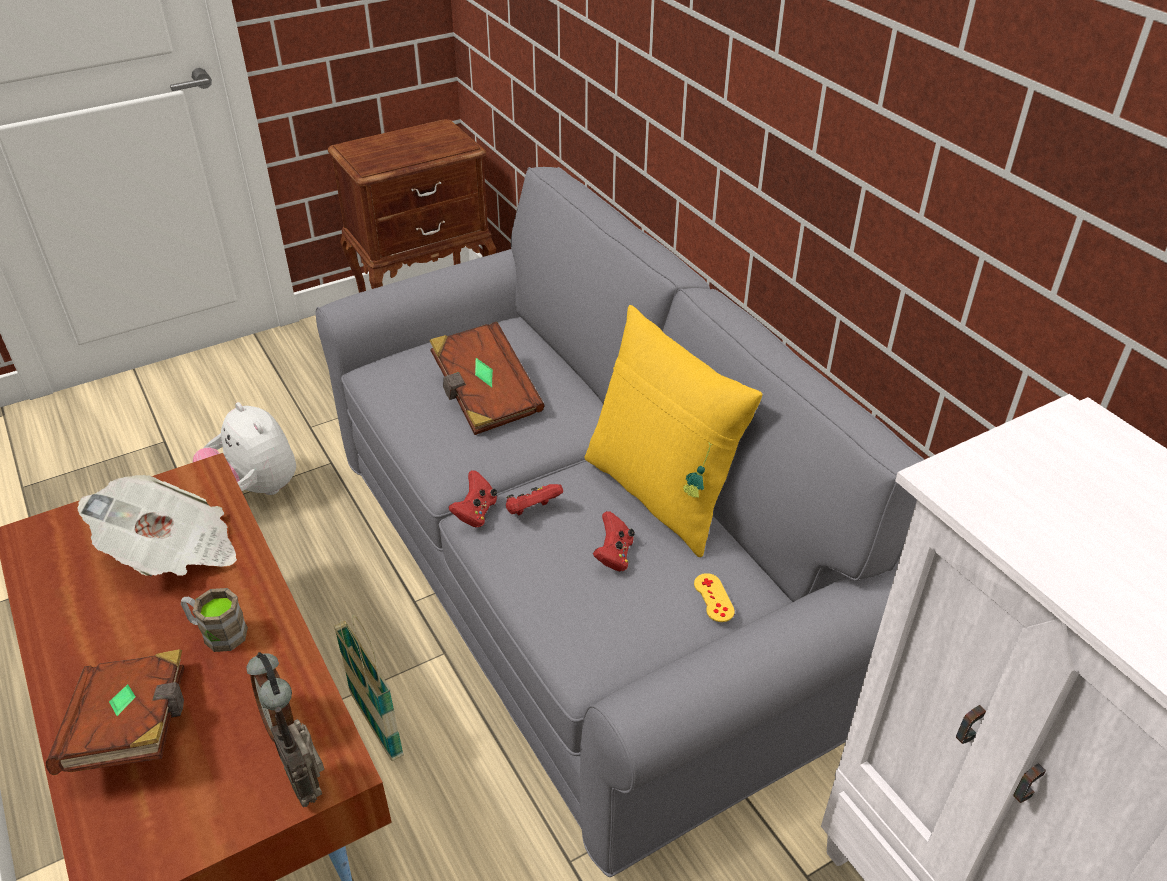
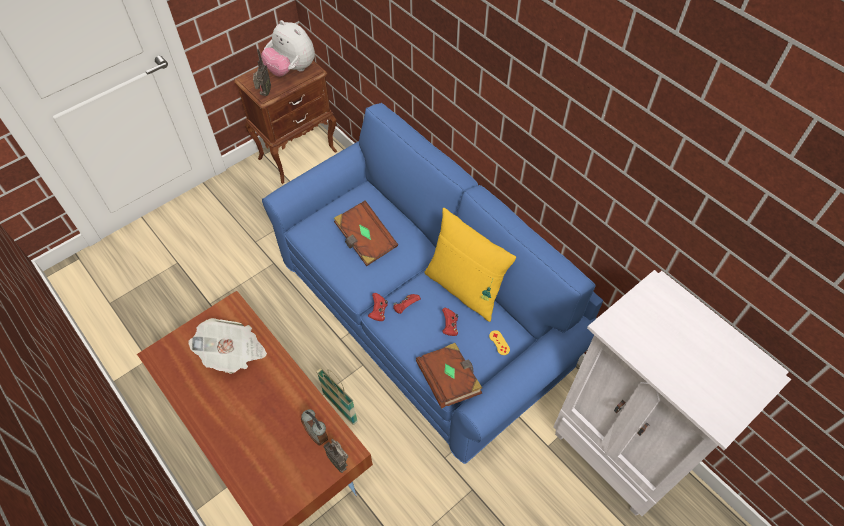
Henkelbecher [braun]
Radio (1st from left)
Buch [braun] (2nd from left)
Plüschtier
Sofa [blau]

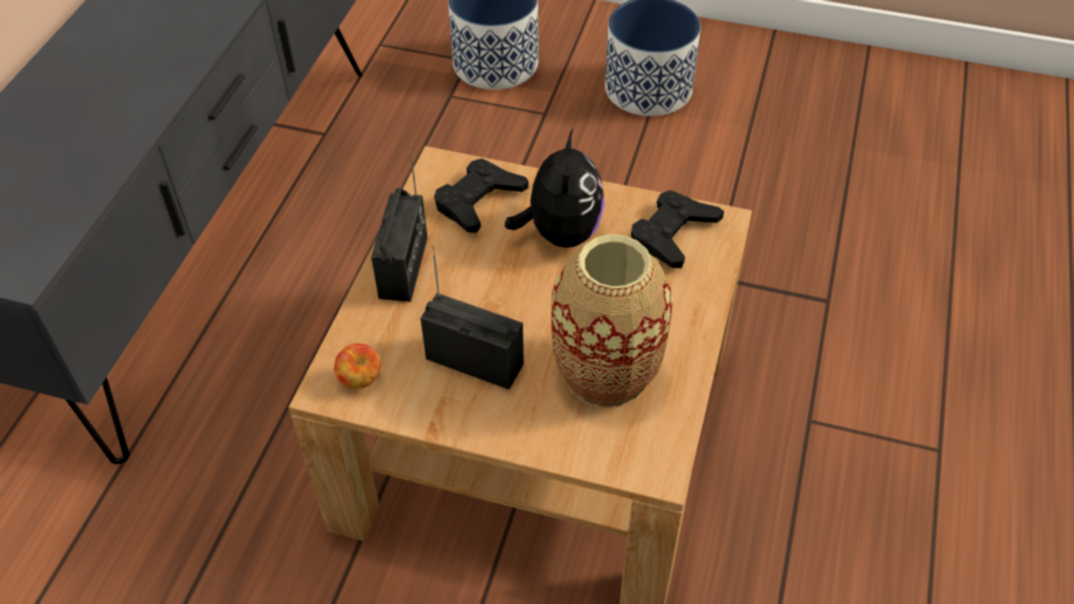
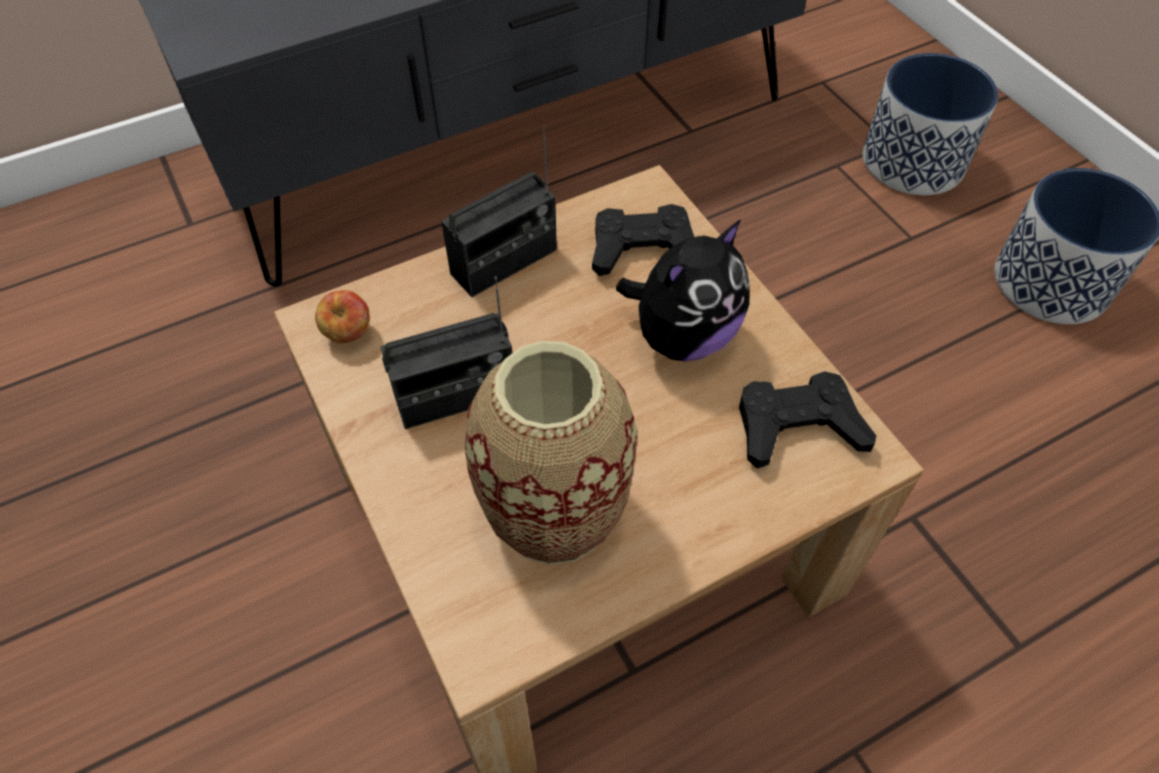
Radio (1st from left)

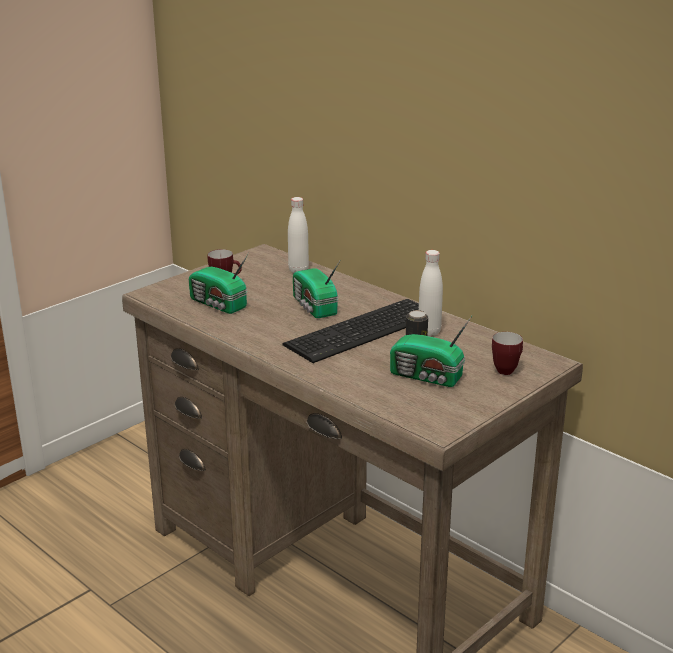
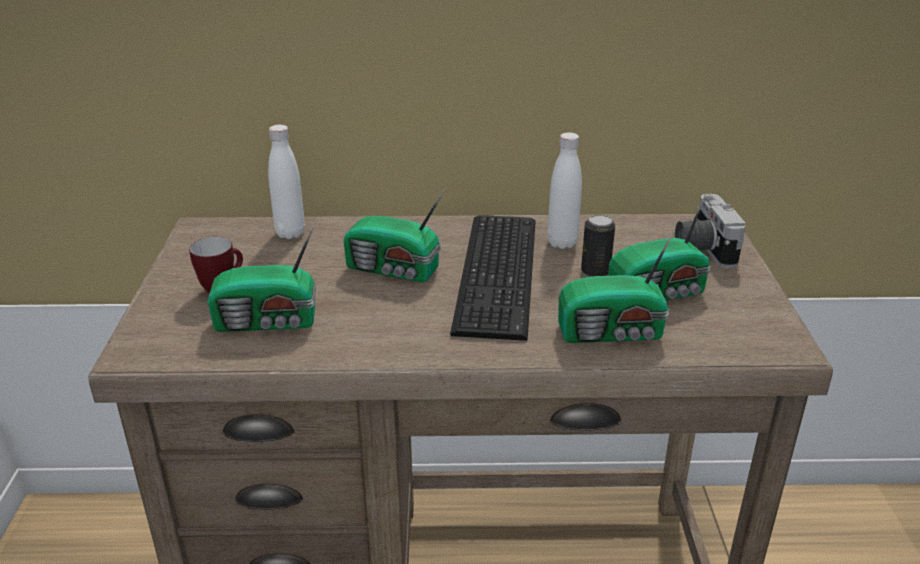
Radio (3rd from left)
Kamera

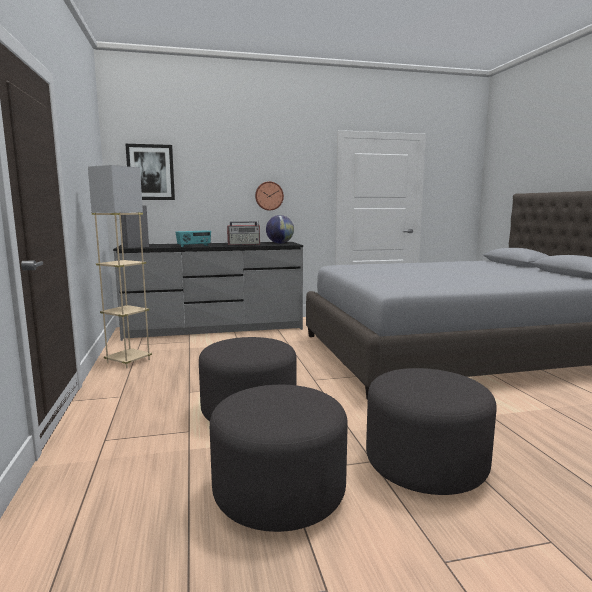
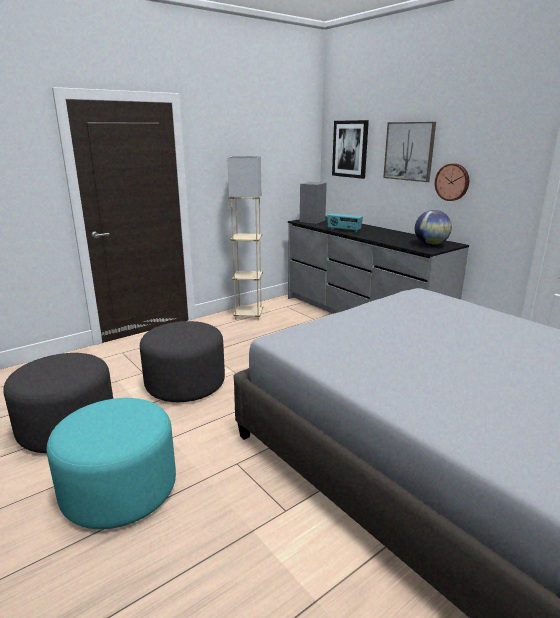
Radio (2nd from left in the first image)
Bild (2nd from left)
Polsterhocker [türkis]

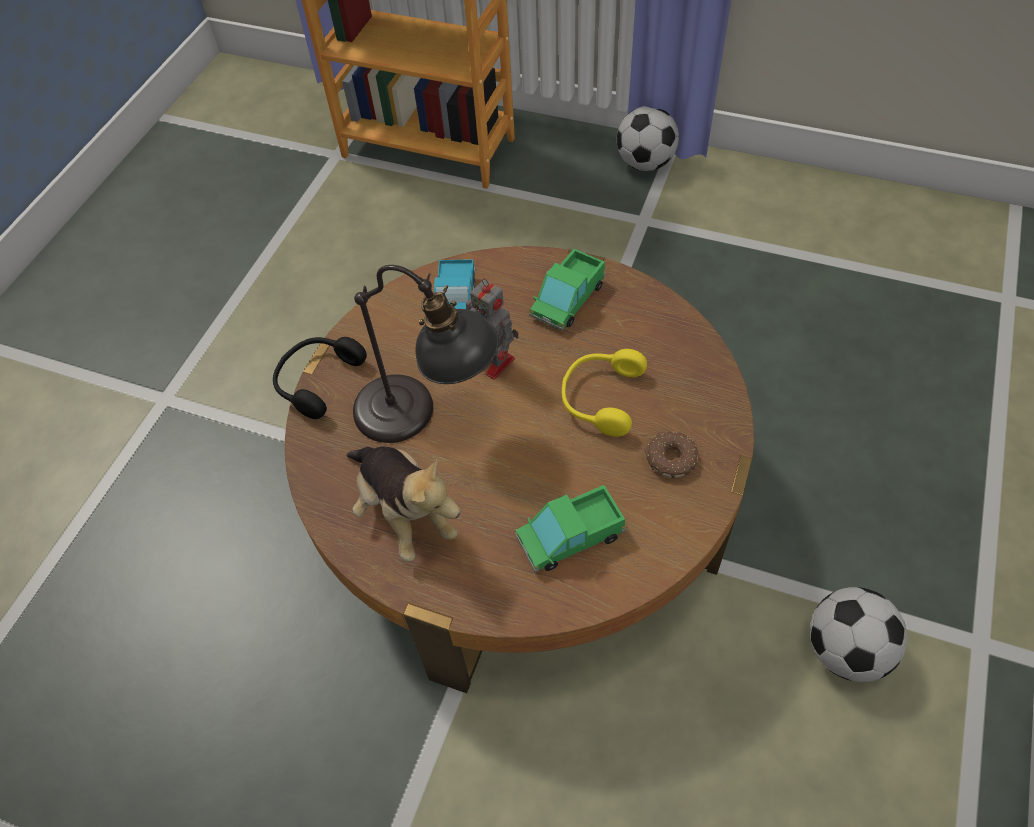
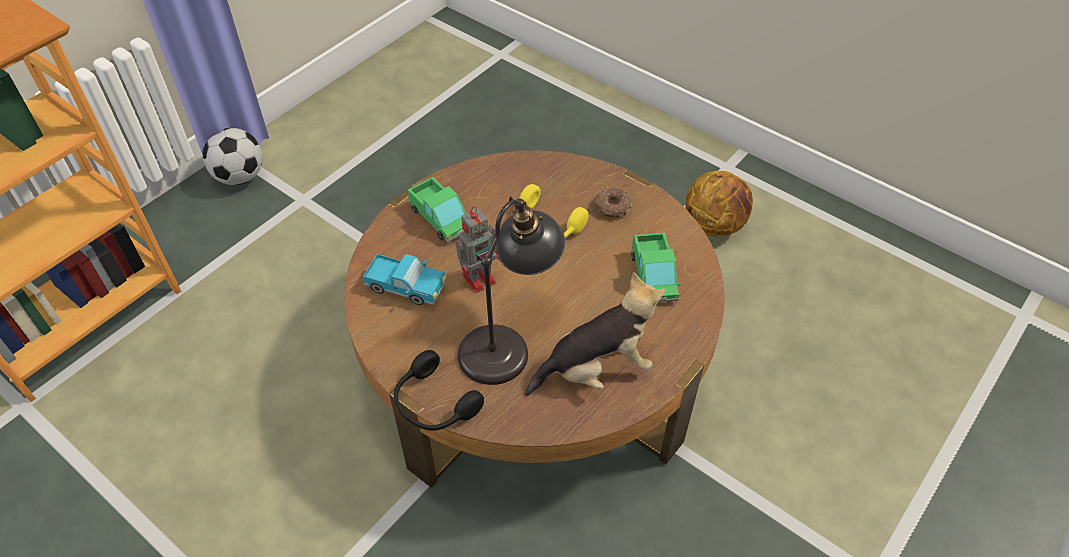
Basketball

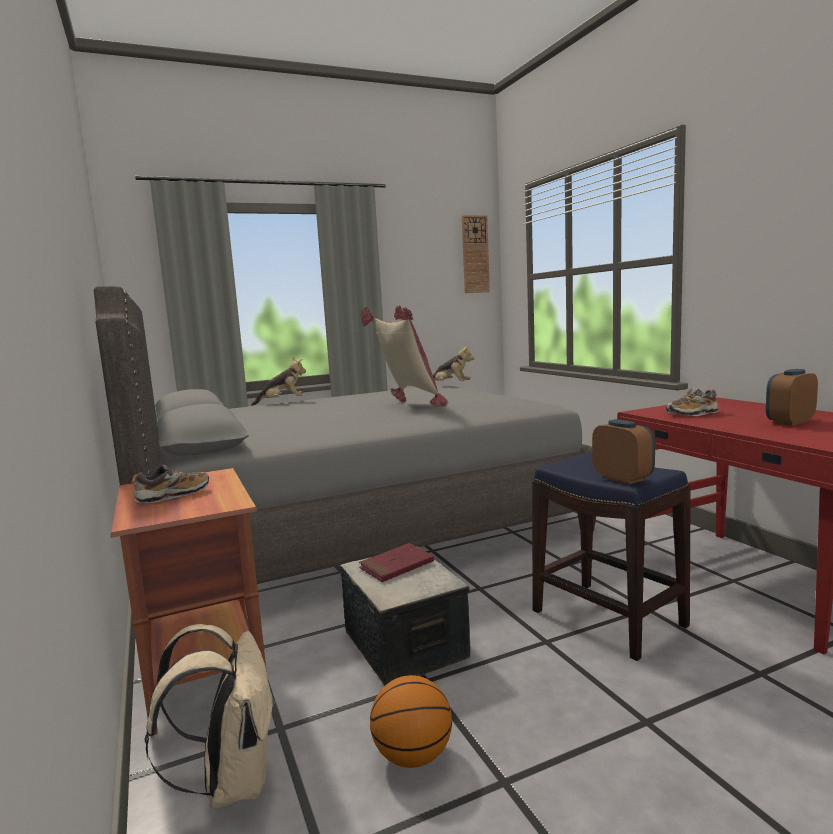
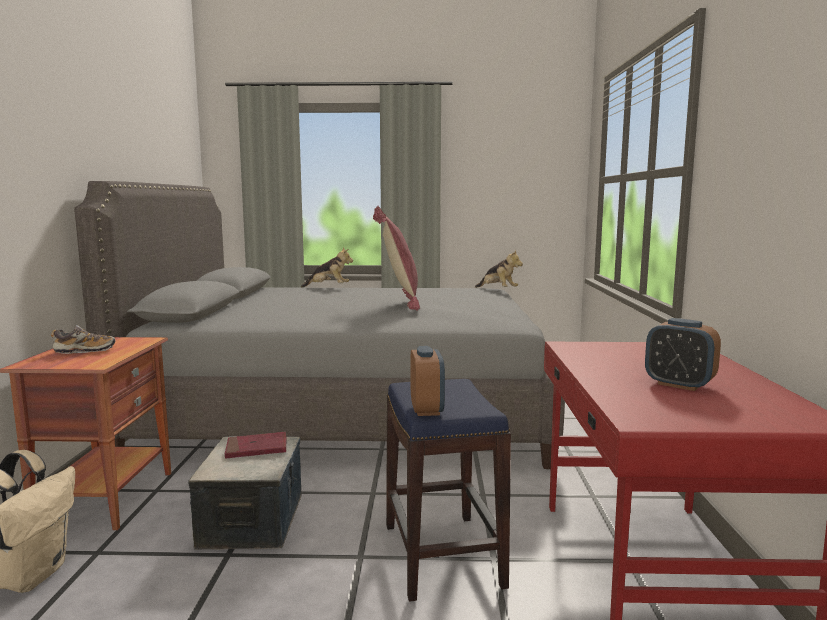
Basketball
Wanduhr
Schuh (2nd from left in the first image)
Wecker (2nd from left)

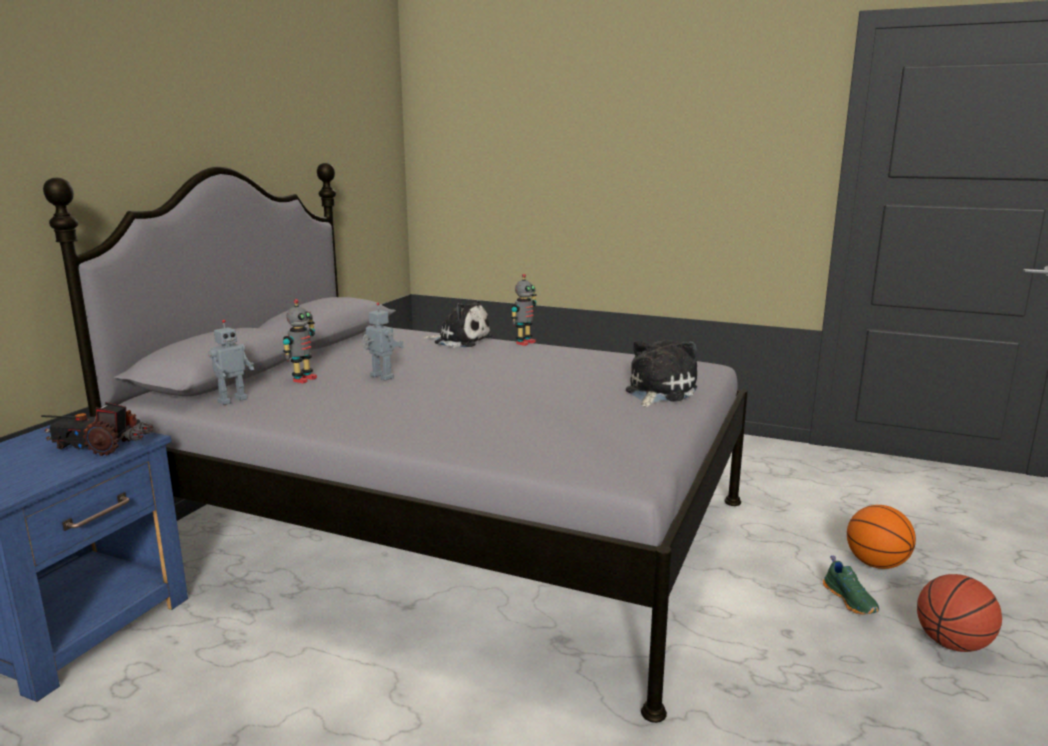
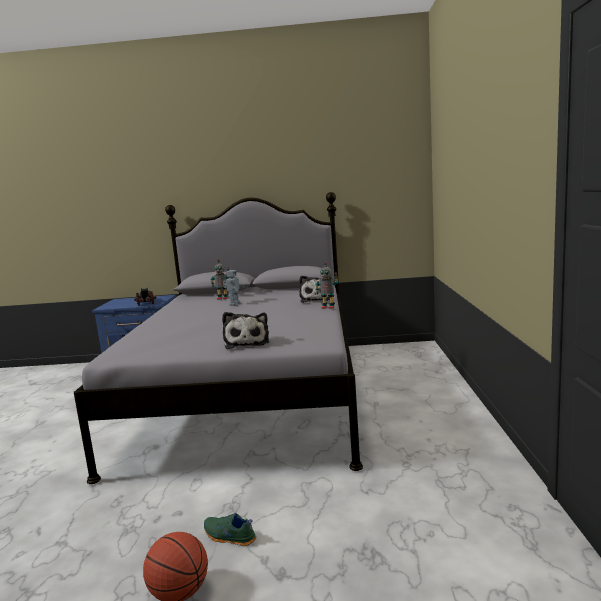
Spielzeugroboter (1st from left in the first image)
Basketball (1st from left in the first image)
Plüschtier (1st from left)
Schuh [grün]

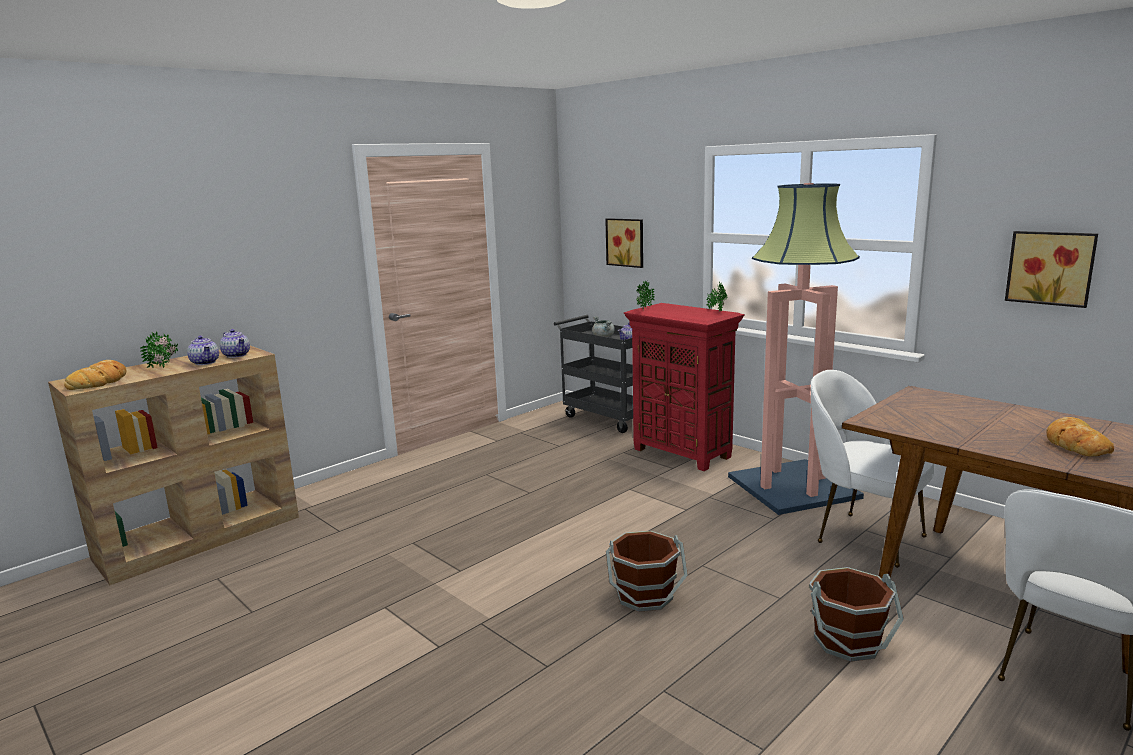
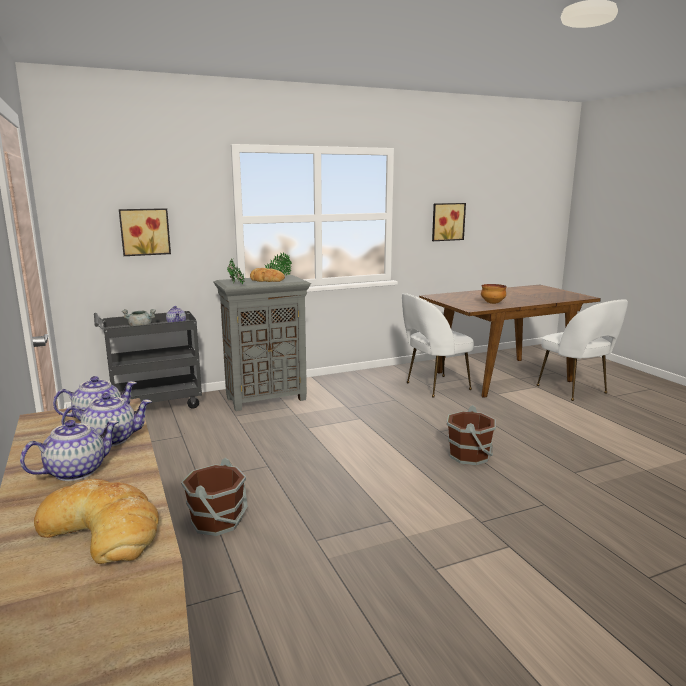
Stehlampe
Schüssel
Eimer [braun] (1st from left)
Brot (2nd from left)
Teekanne (1st from left)
Schrank [grau]

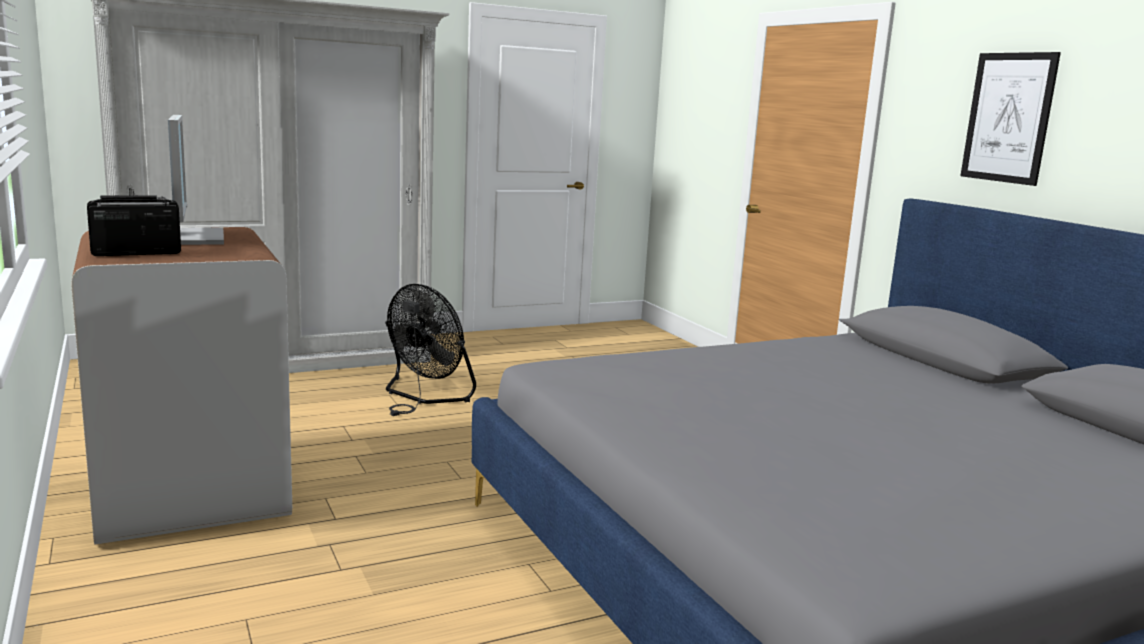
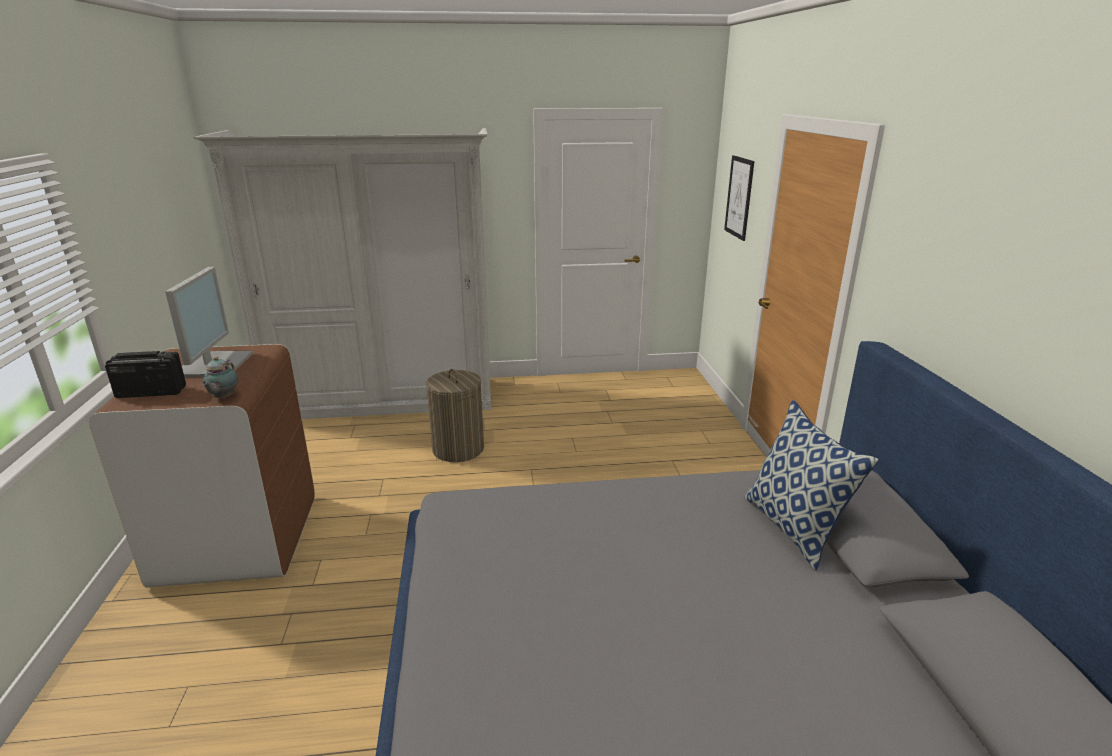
Teekanne
Kissen
Bild
Wäschekorb

